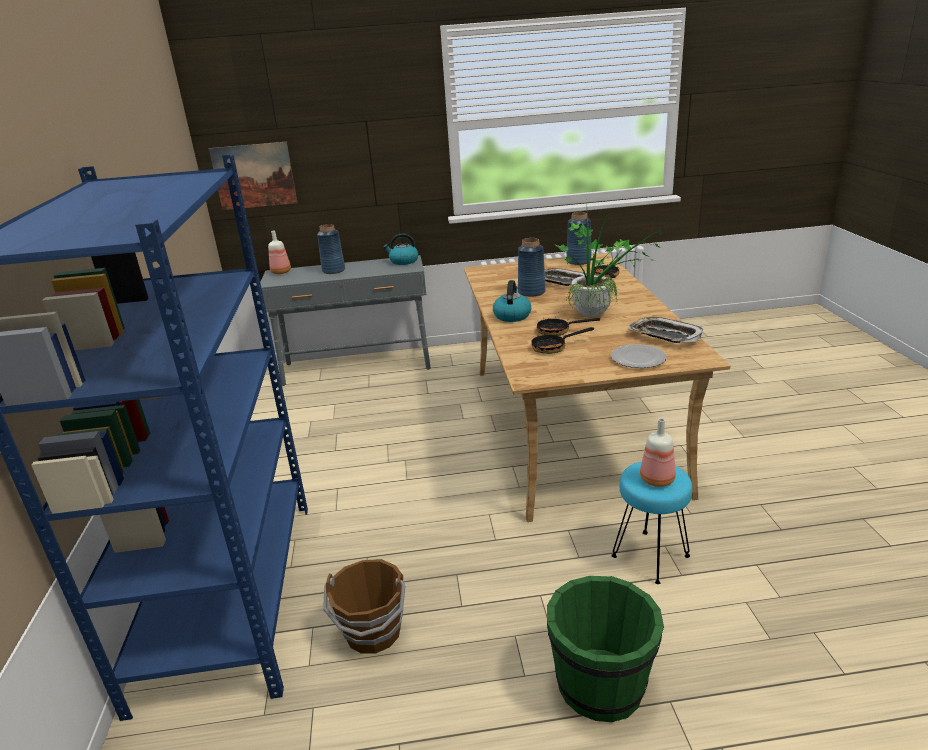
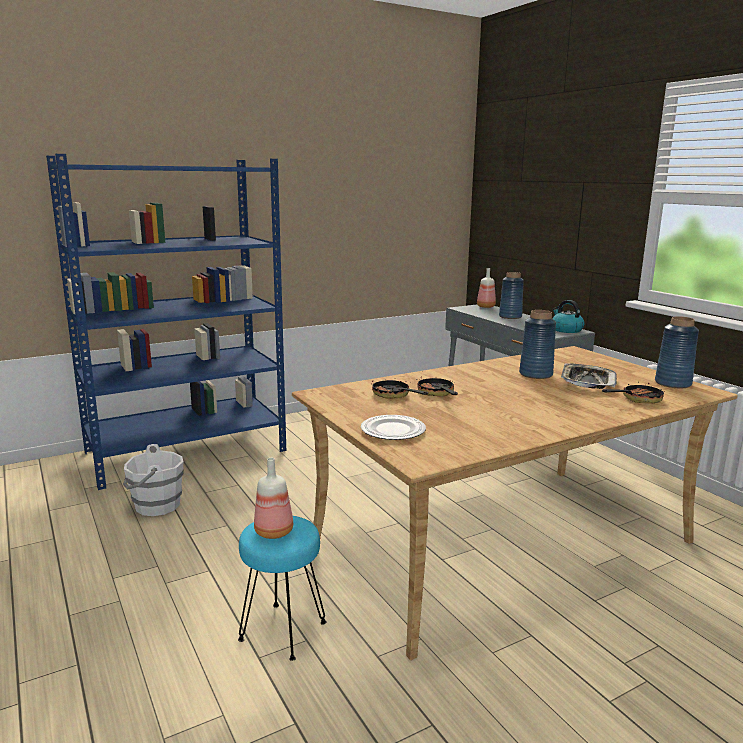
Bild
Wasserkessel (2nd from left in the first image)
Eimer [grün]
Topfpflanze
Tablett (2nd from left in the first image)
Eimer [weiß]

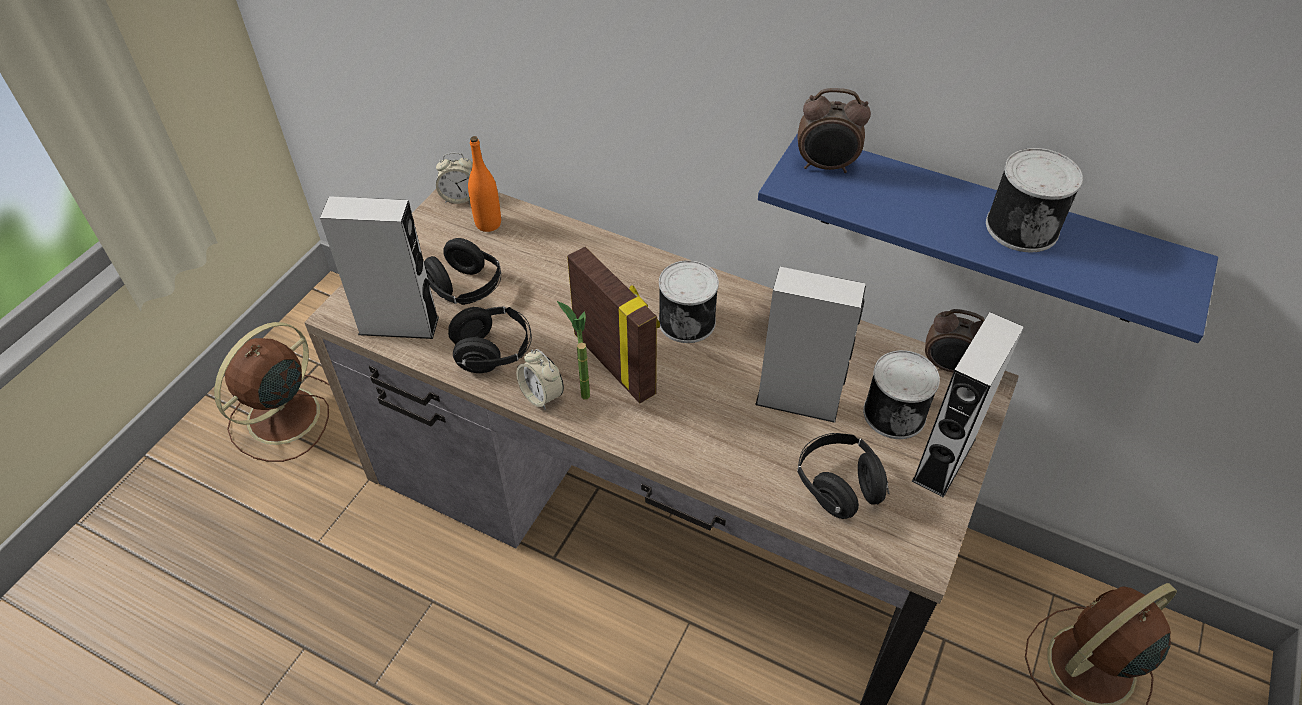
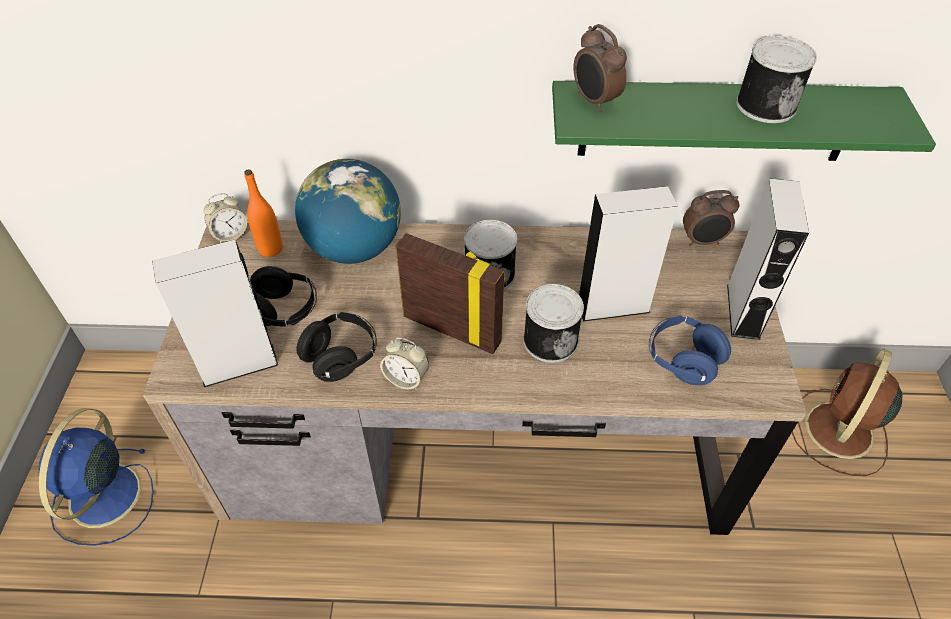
Topfpflanze
Globus
Dose (2nd from left)
Ventilator [blau]
Wandregal [grün]
Kopfhörer [blau]
Wecker (3rd from left)

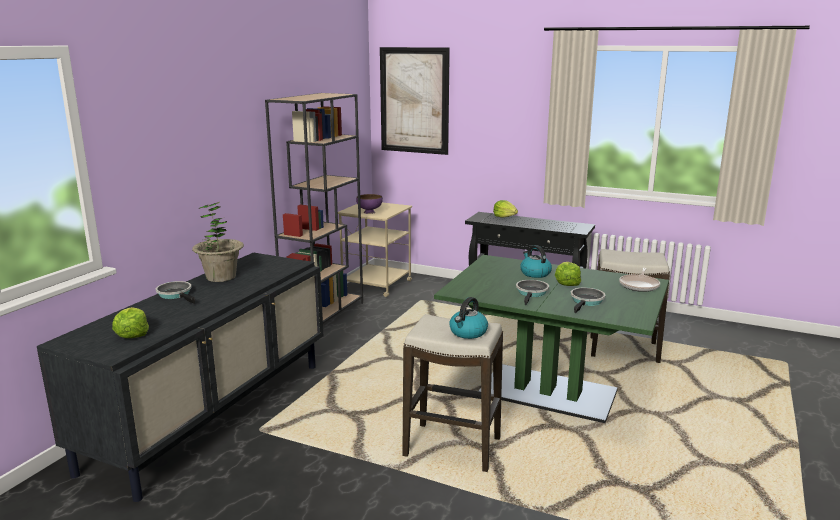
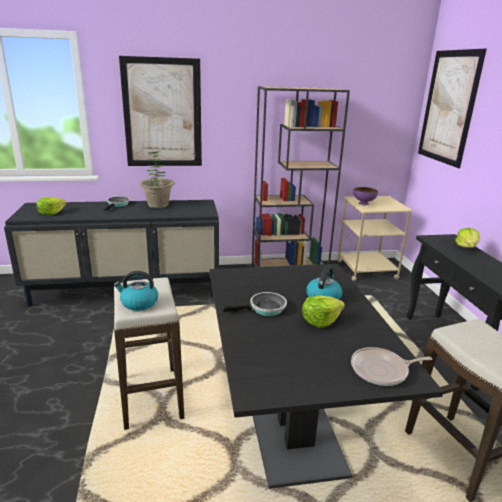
Pfanne (3rd from left in the first image)
Bild (1st from left)
Esstisch [schwarz]

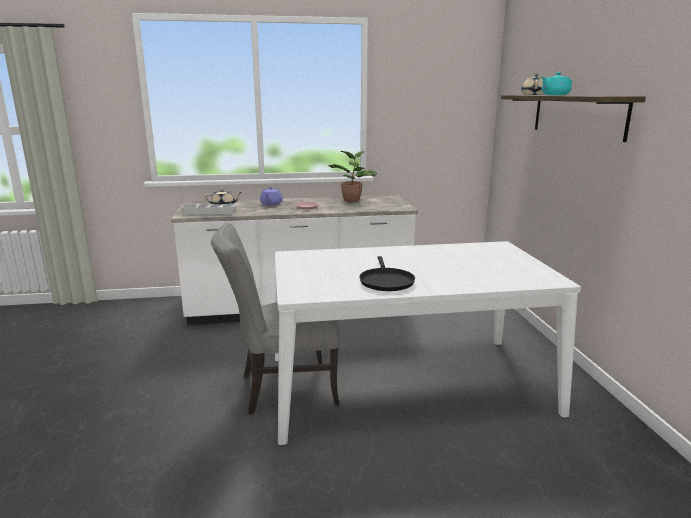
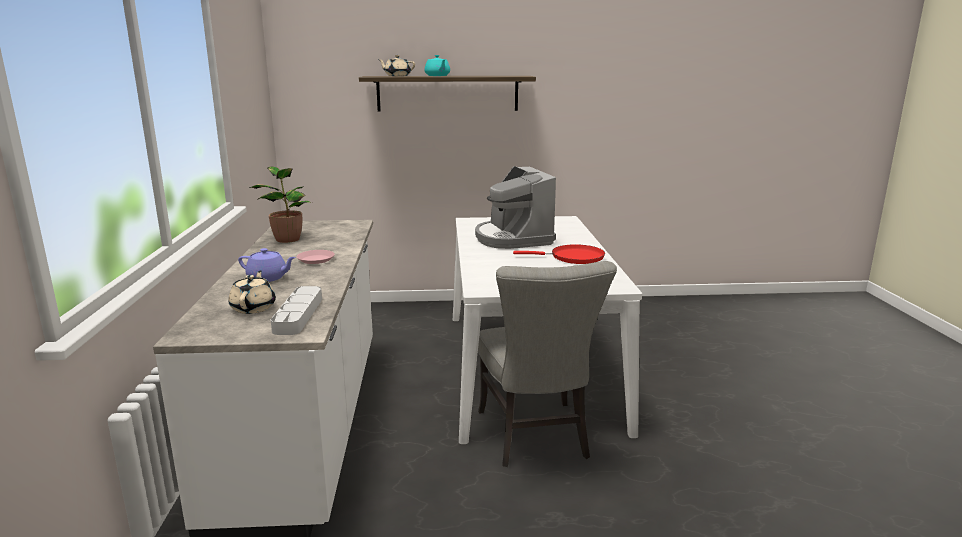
Kaffeemaschine
Pfanne [rot]

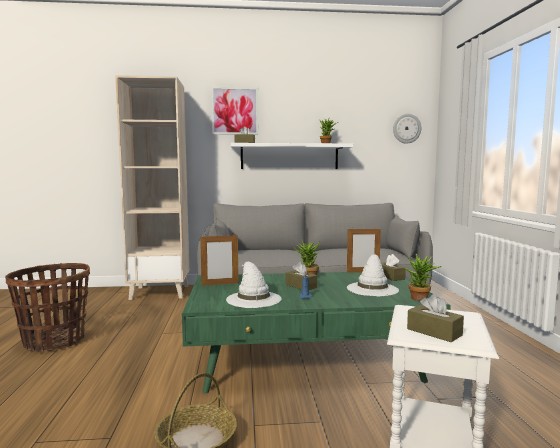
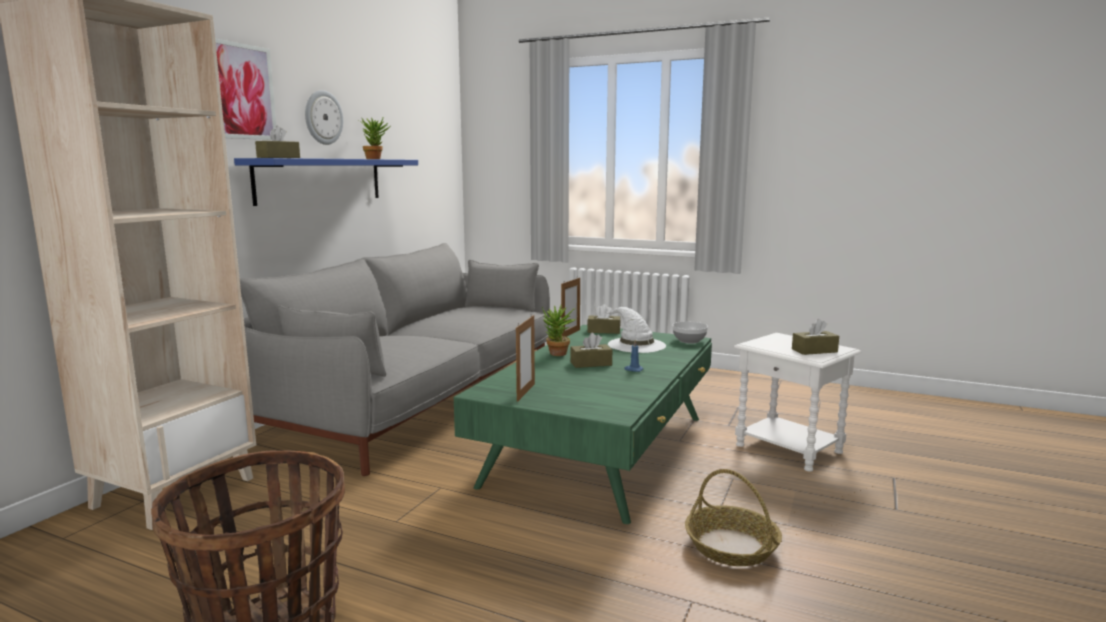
Hut [weiß] (1st from left in the first image)
Wanduhr
Schüssel
Wandregal [blau]

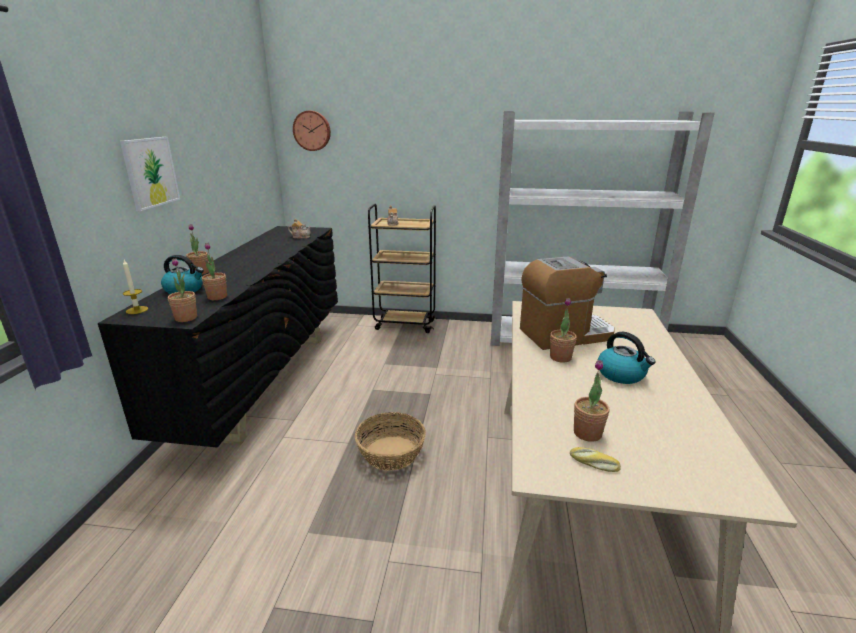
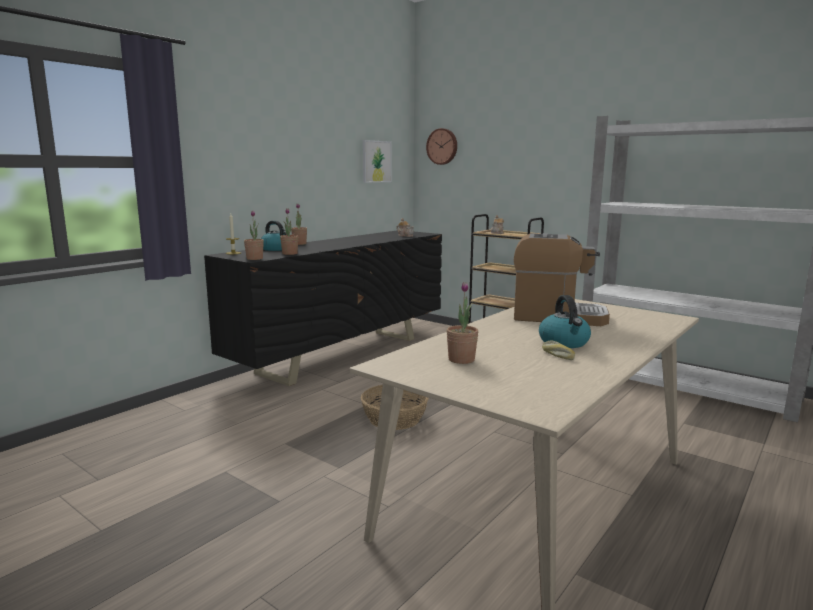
Topfpflanze (4th from left in the first image)
Bild
Brot

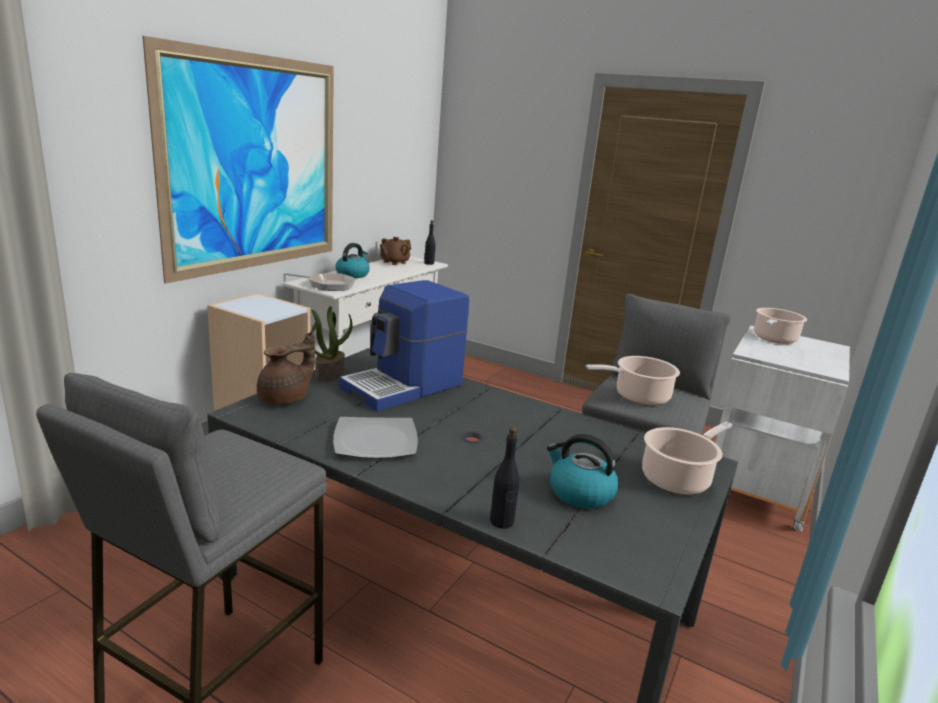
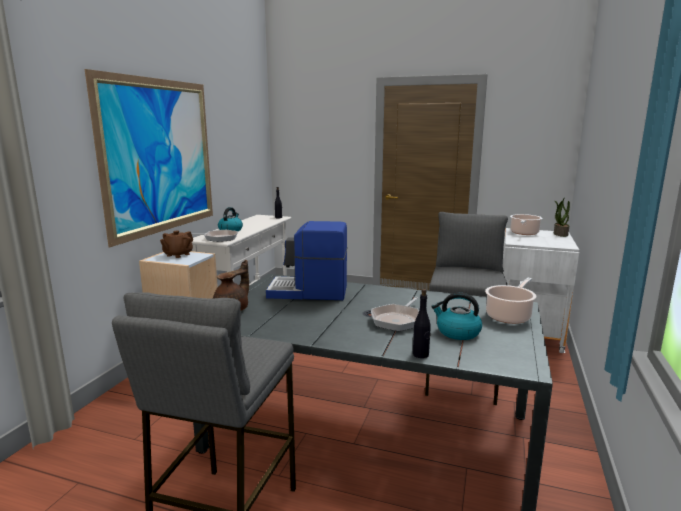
Teller
Kochtopf (1st from left in the first image)
Pfanne (2nd from left)
Topfpflanze
Teekanne [braun] (1st from left)
Kaffeemaschine

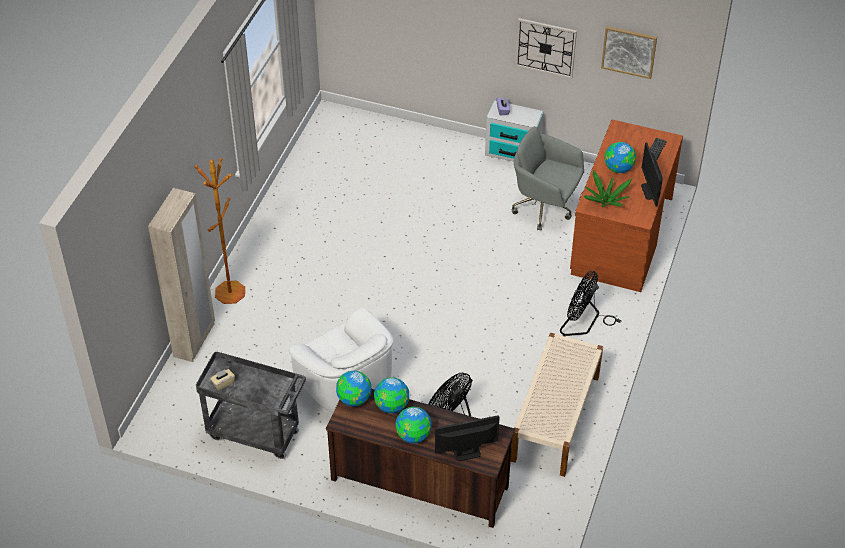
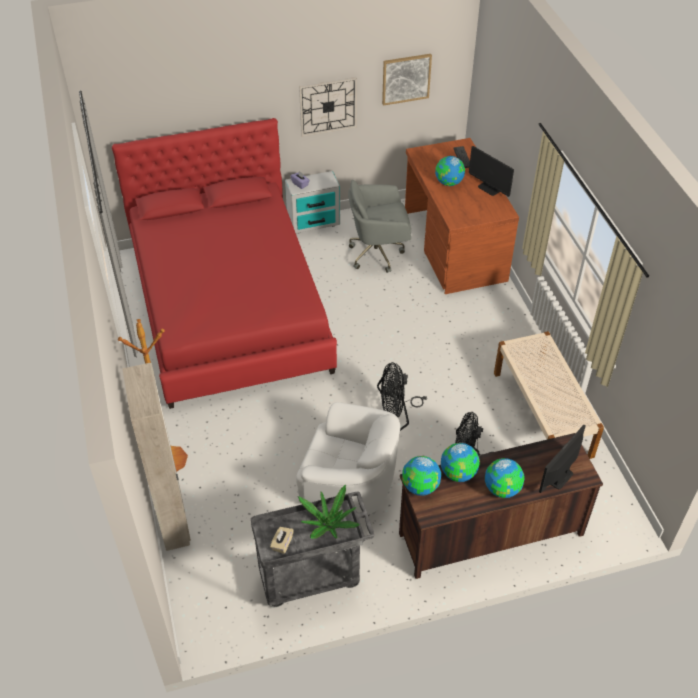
Bett [rot]
Ventilator [schwarz] (1st from left)
Topfpflanze

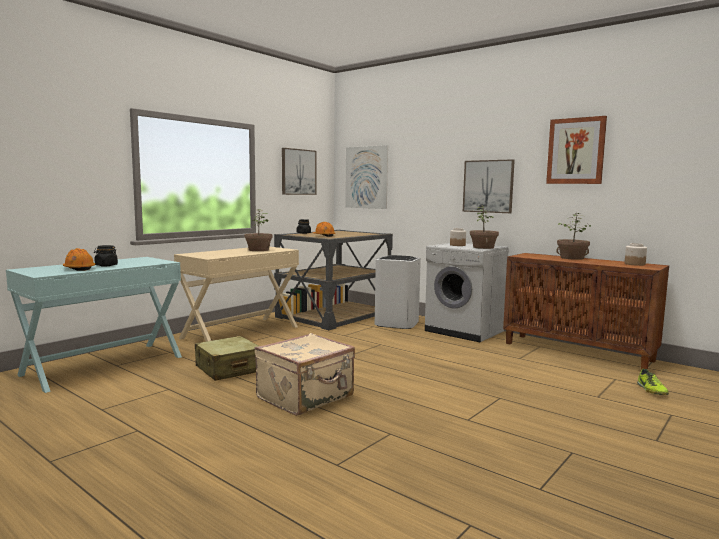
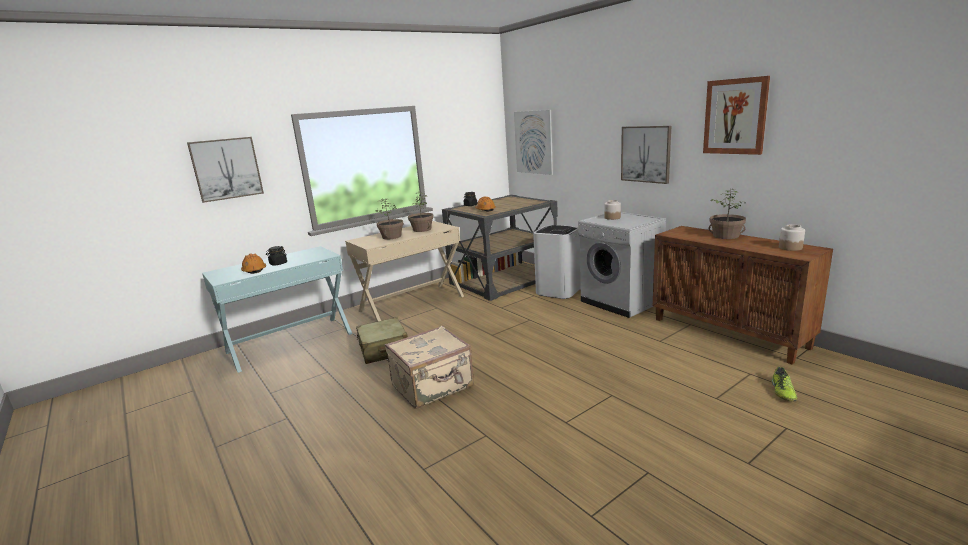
Bild (1st from left)
Topfpflanze (1st from left)

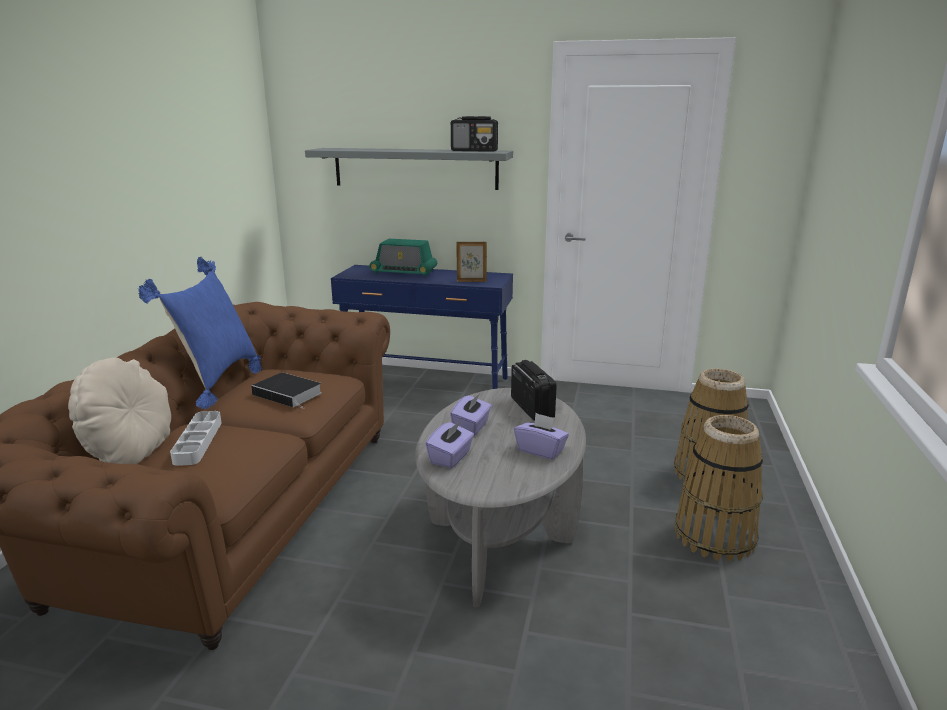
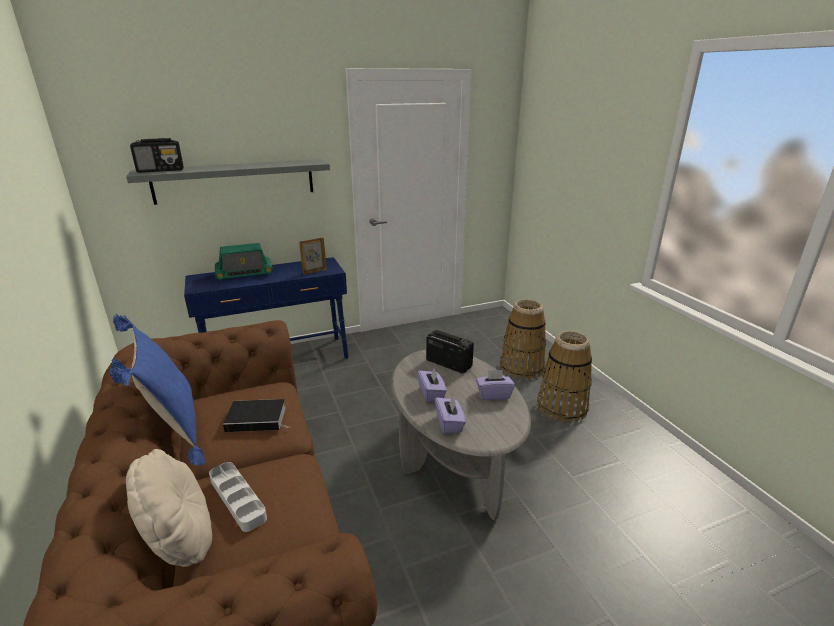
Radio (1st from left)

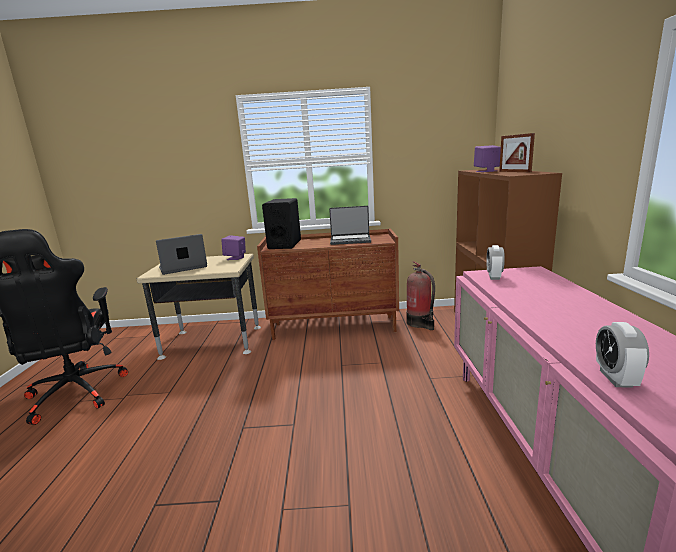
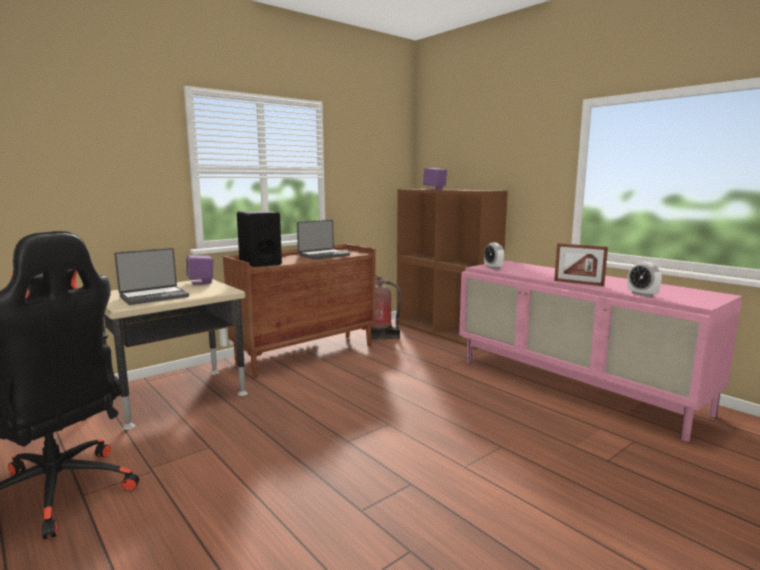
Bilderrahmen
Laptop (1st from left)

